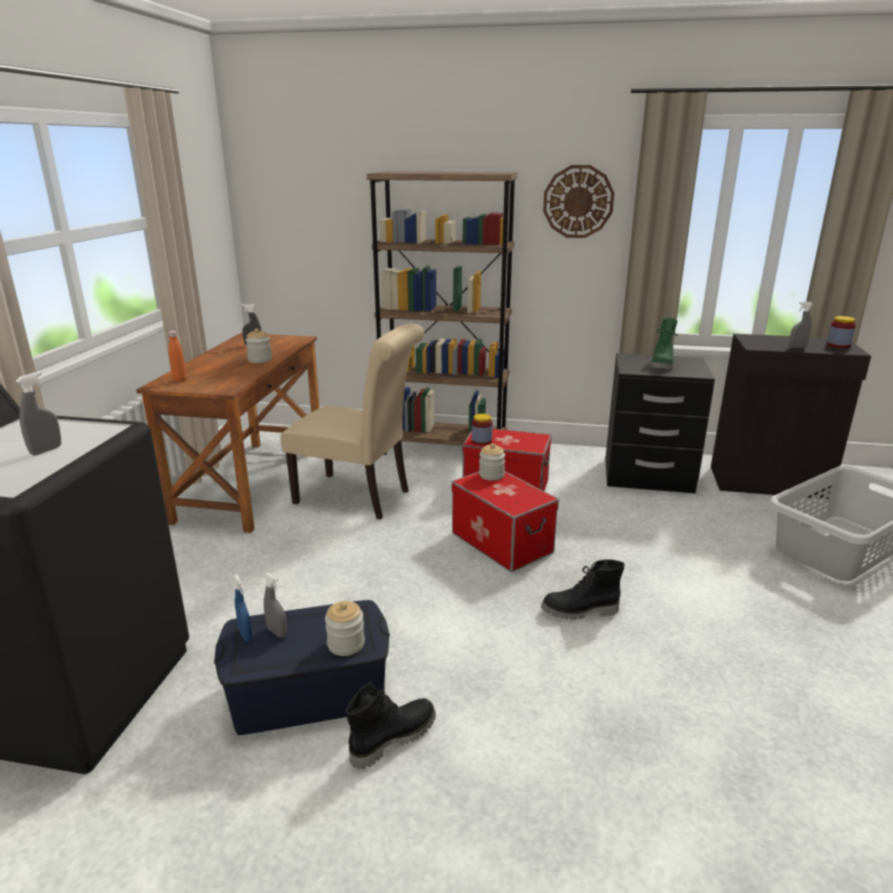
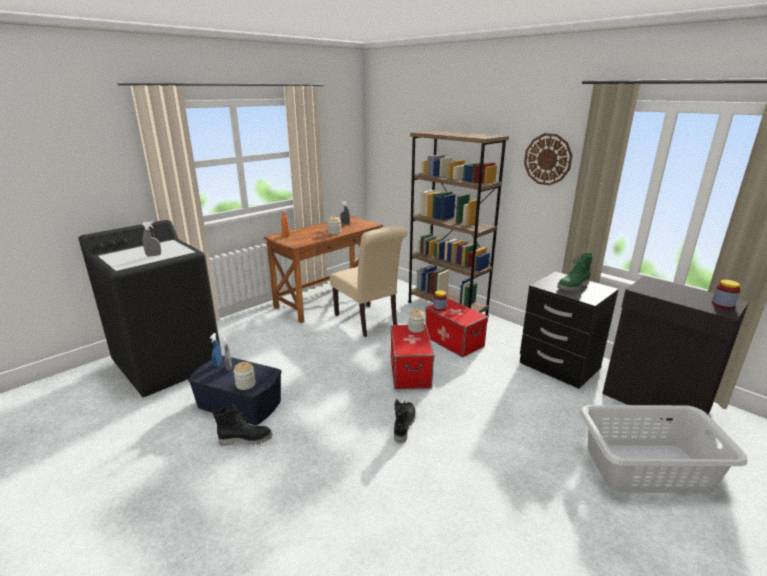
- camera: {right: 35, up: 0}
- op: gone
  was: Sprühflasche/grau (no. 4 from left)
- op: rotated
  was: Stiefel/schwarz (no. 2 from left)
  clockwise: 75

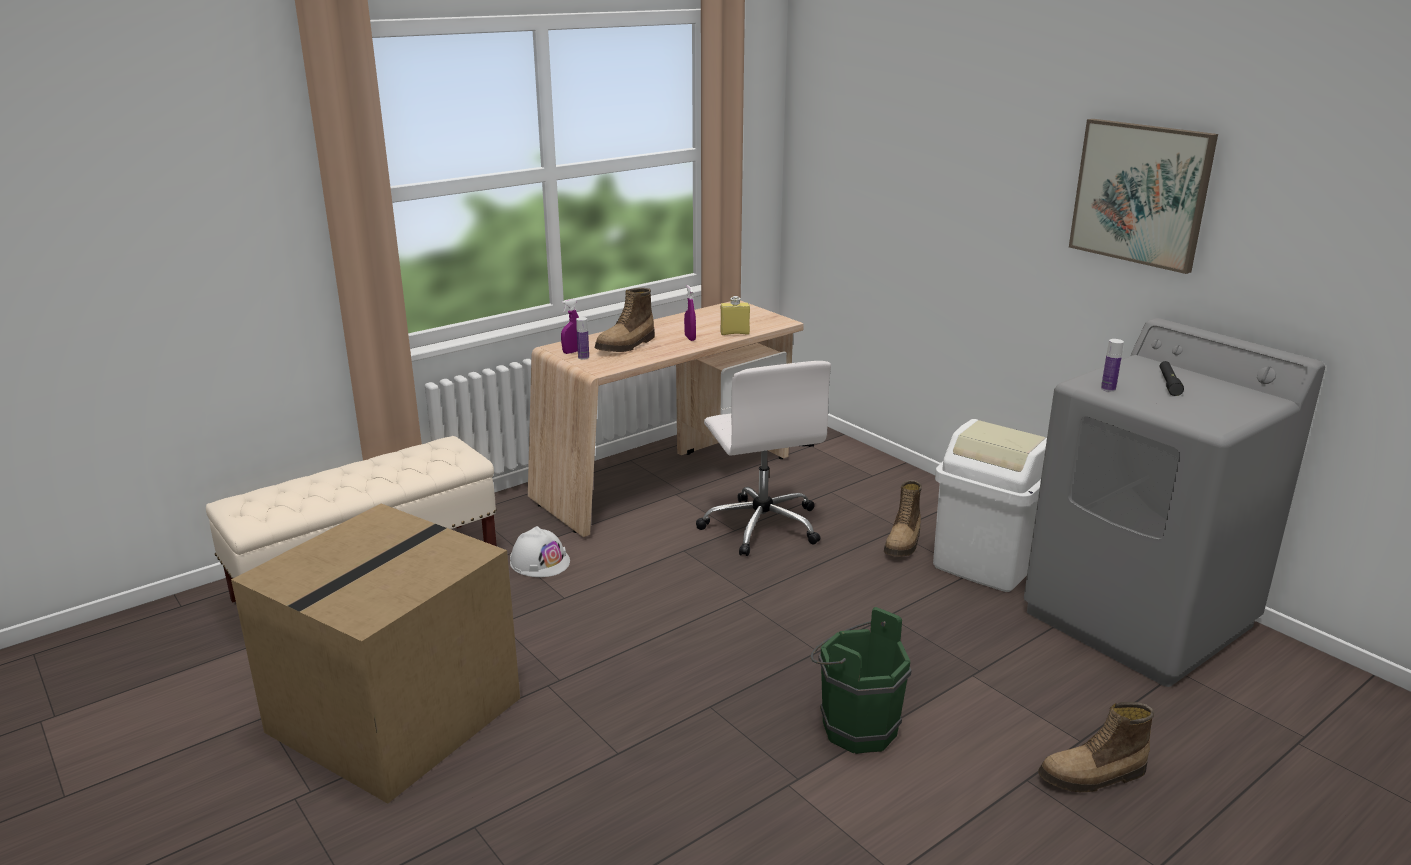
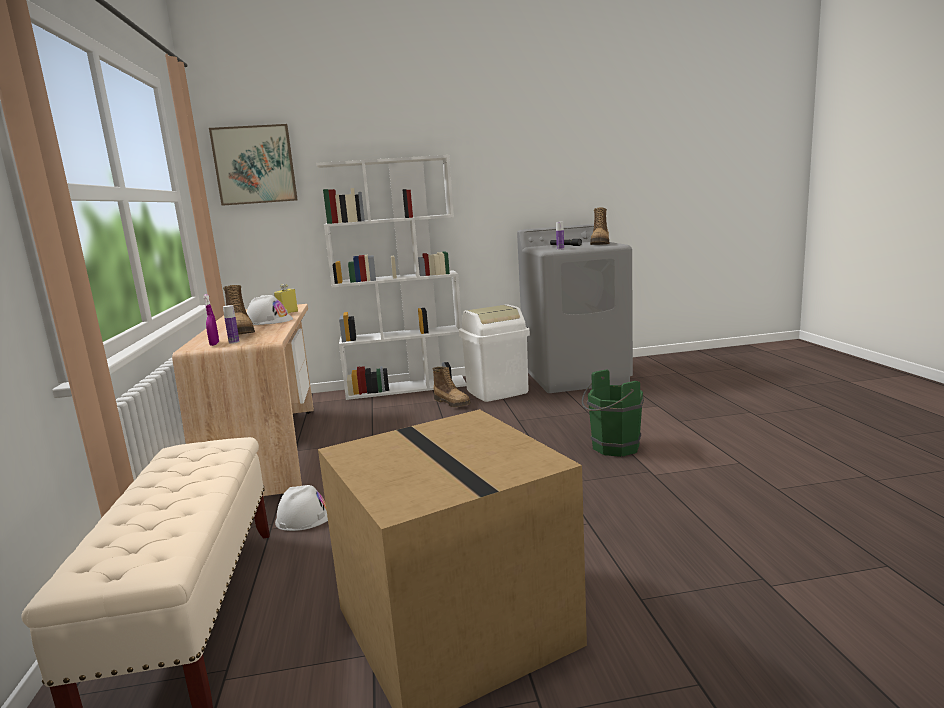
- camera: {right: -60, up: -10}
- op: gone
  was: Bürostuhl/weiß
- op: new
  now: Bücherregal/weiß
- op: shifted
  was: Stiefel (no. 3 from left)
- op: shifted
  was: Bild
- op: swapped
  was: Sprühflasche/lila (no. 2 from left)
  now: Schutzhelm/weiß (no. 1 from left)

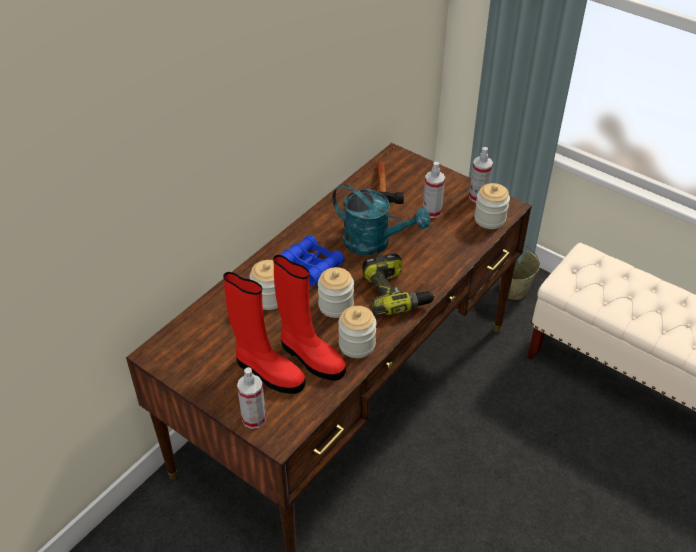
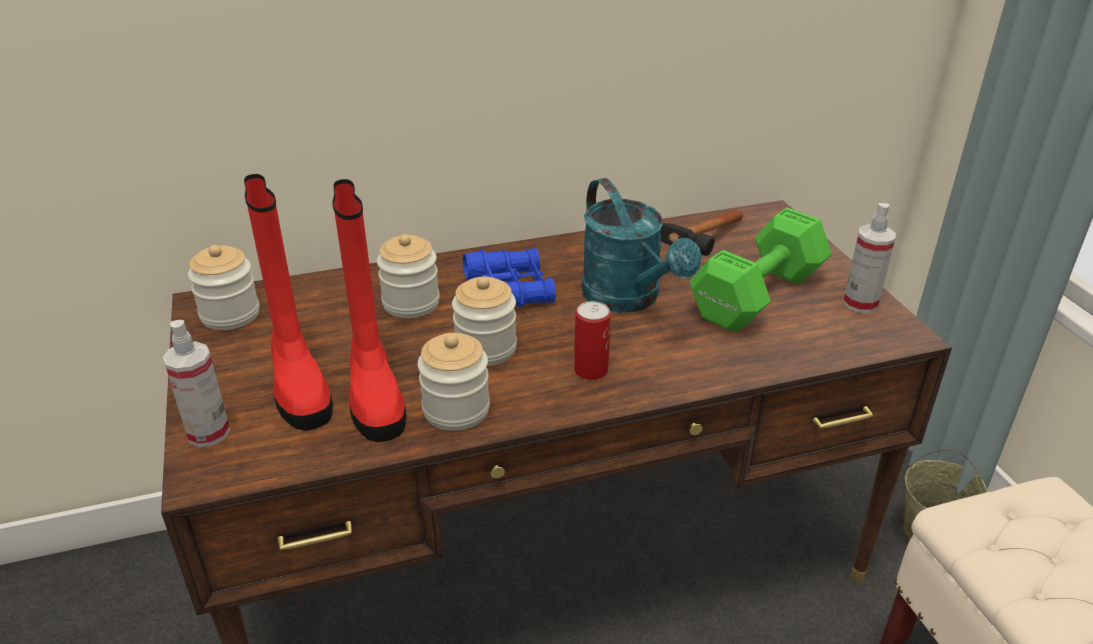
- camera: {right: 35, up: -10}
- op: shifted
  was: Vorratsglas (no. 4 from left in the first image)
  now: Vorratsglas (no. 1 from left)
- op: swapped
  was: Bohrmaschine
  now: Dose
- op: swapped
  was: Sprühflasche (no. 2 from left)
  now: Hantel/grün

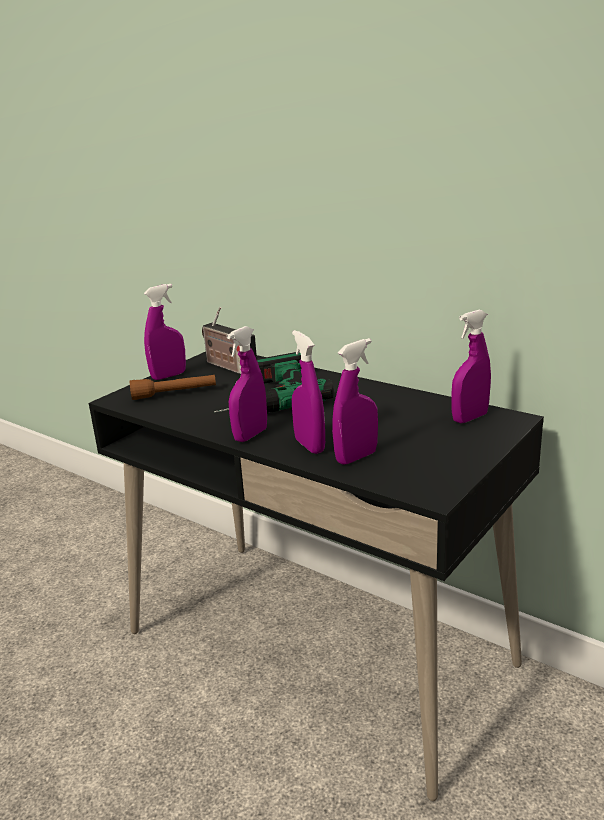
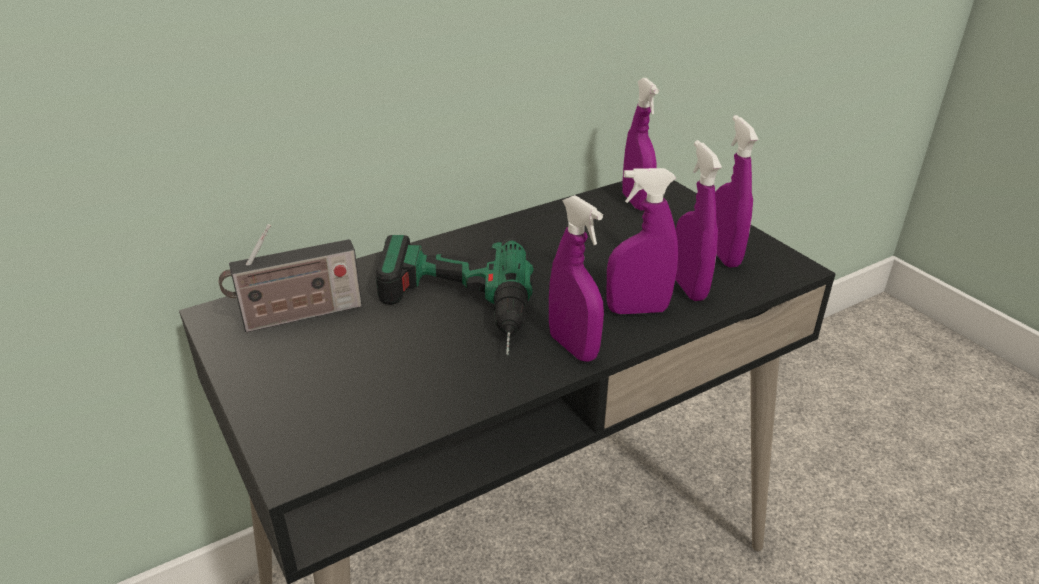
- camera: {right: -70, up: 10}
- op: gone
  was: Taschenlampe/braun
- op: shifted
  was: Sprühflasche/lila (no. 1 from left in the first image)
  now: Sprühflasche/lila (no. 5 from left)

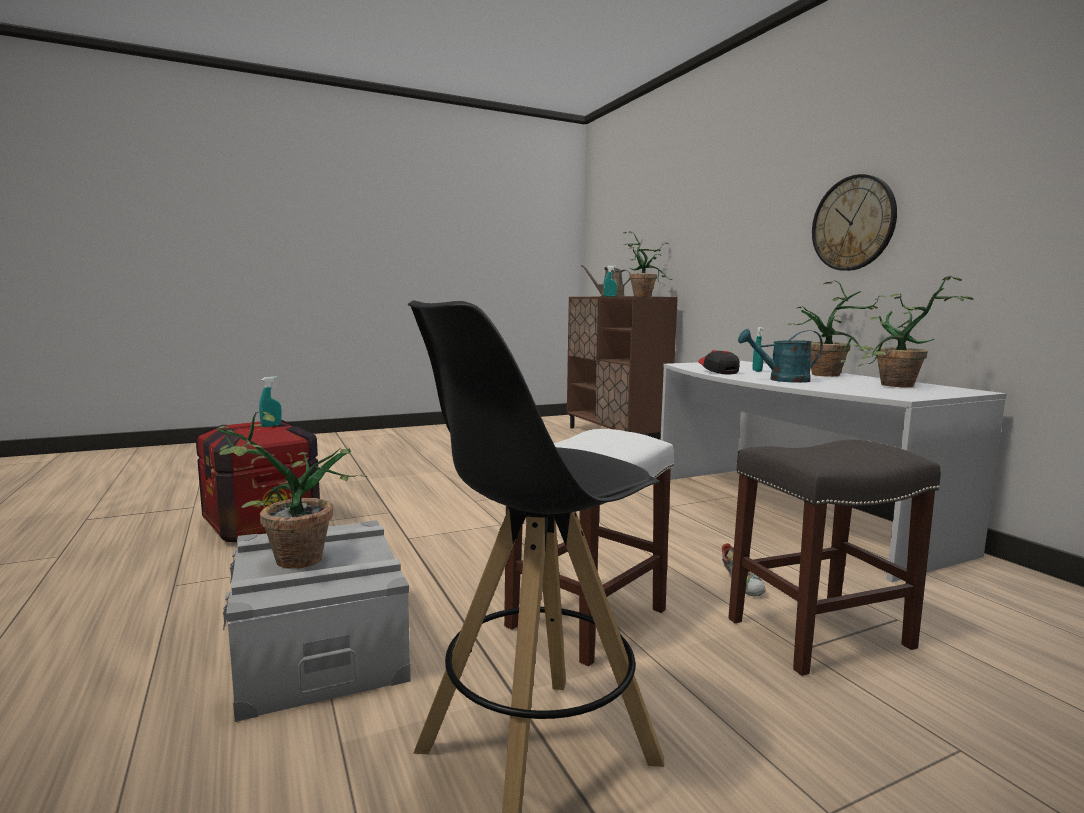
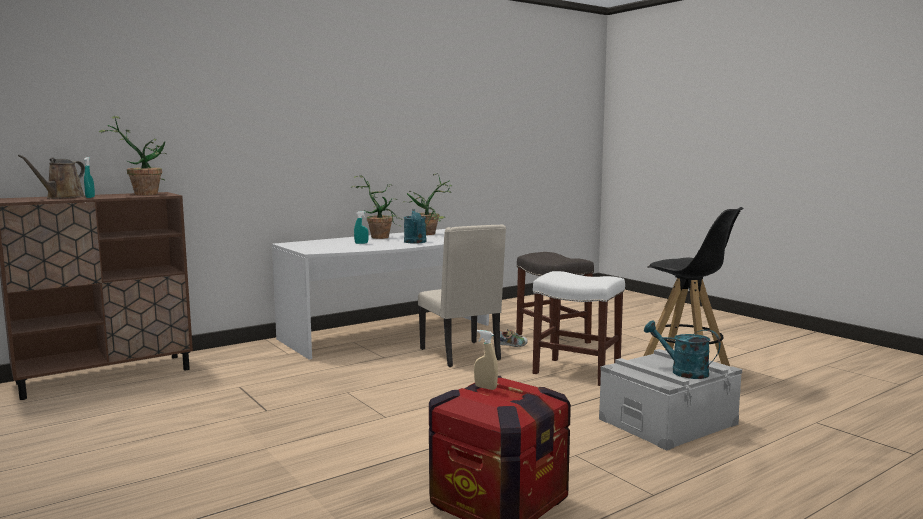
- camera: {right: -100, up: 0}
- op: gone
  was: Kappe
- op: gone
  was: Wanduhr
- op: new
  now: Stuhl/beige
- op: swapped
  was: Topfpflanze (no. 1 from left)
  now: Gießkanne/türkis (no. 2 from left)
- op: repainted
  was: Sprühflasche/türkis (no. 1 from left)
  now: Sprühflasche/beige

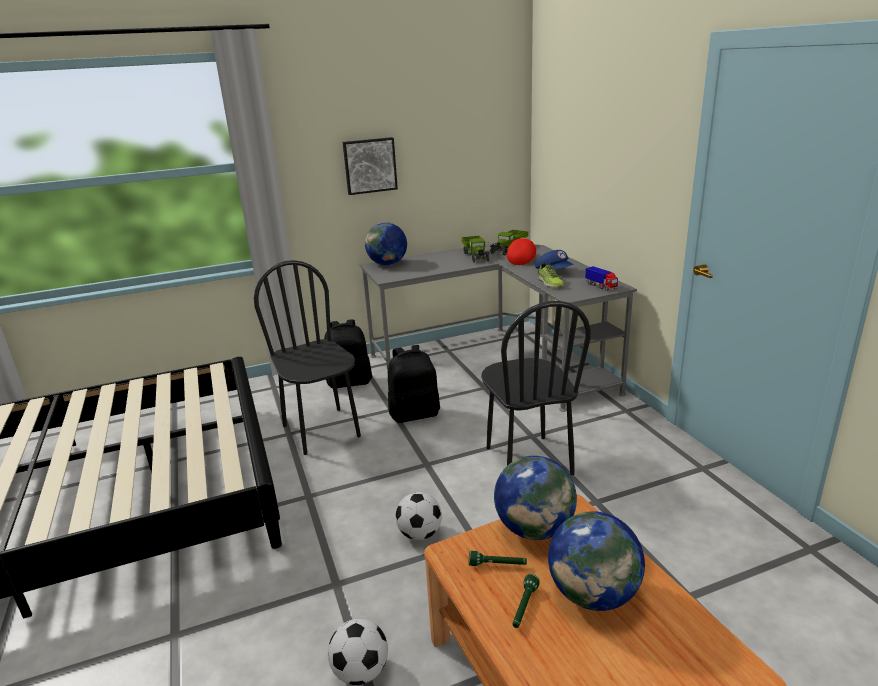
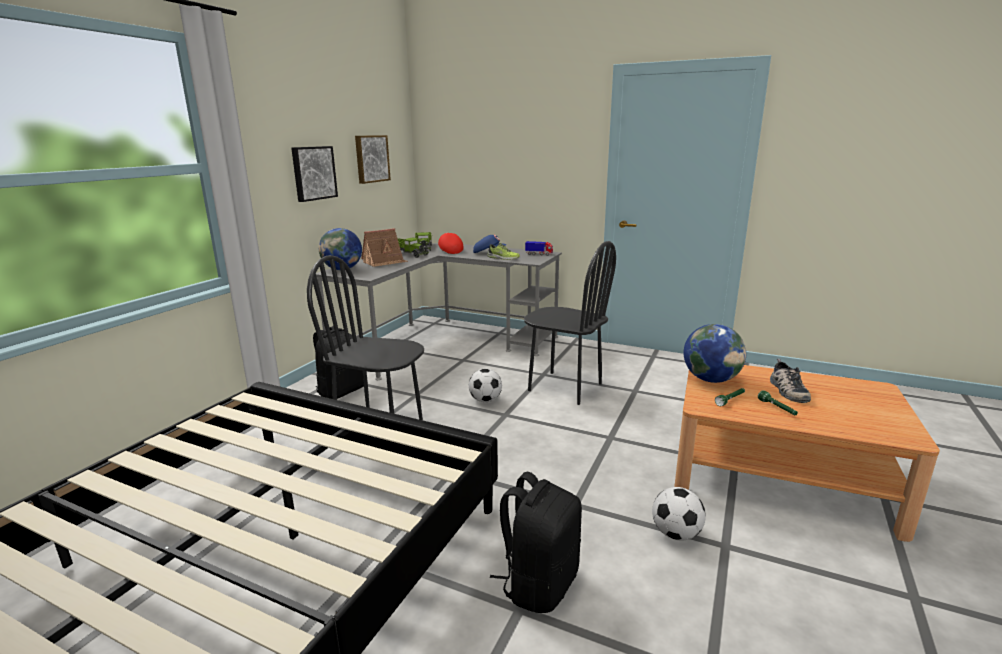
- camera: {right: -45, up: -5}
- op: new
  now: Bild (no. 2 from left)
- op: new
  now: Spielzeughaus
- op: shifted
  was: Rucksack/schwarz (no. 2 from left)
- op: shifted
  was: Fußball (no. 2 from left in the first image)
  now: Fußball (no. 1 from left)
- op: swapped
  was: Globus (no. 3 from left)
  now: Schuh (no. 2 from left)

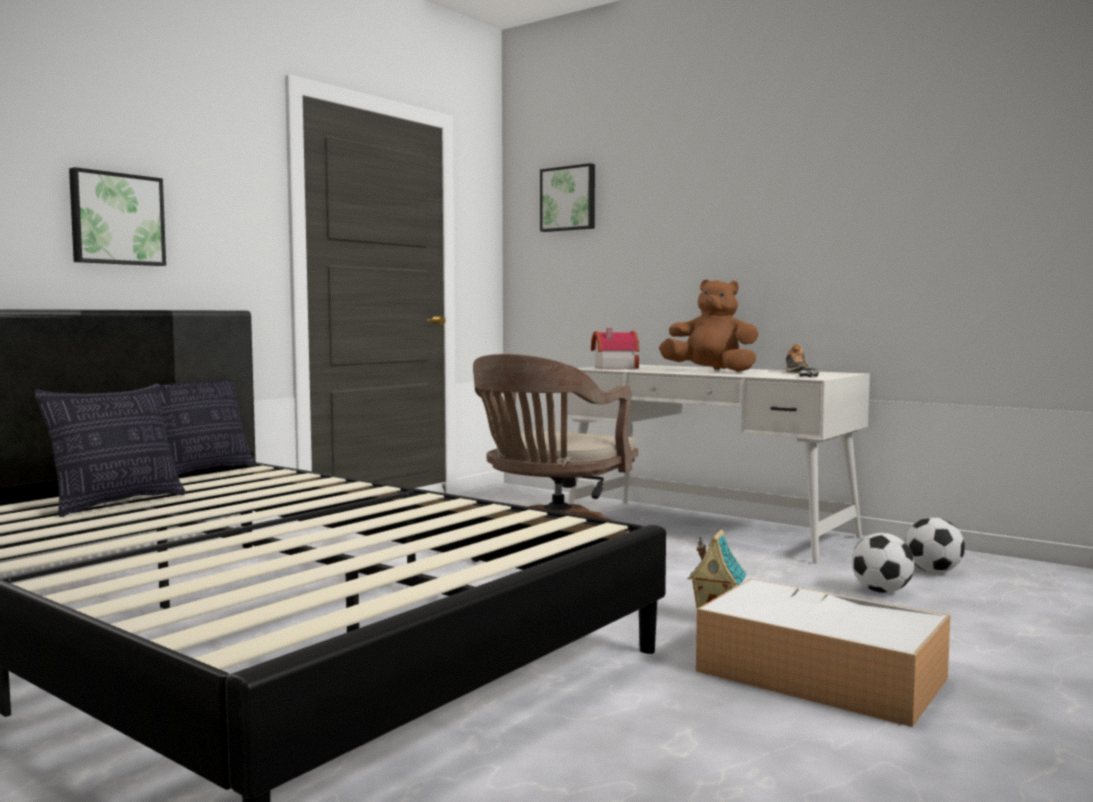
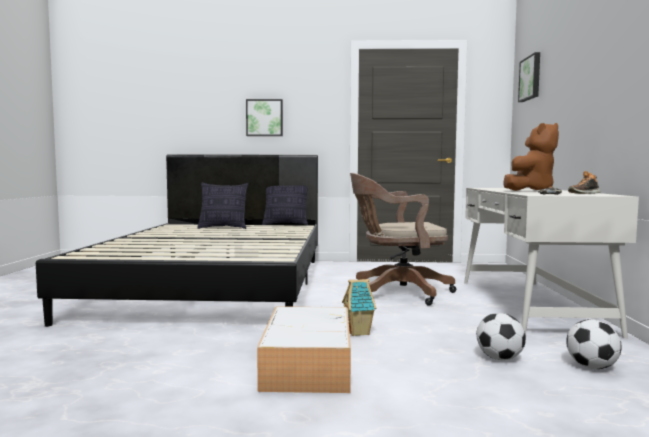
- camera: {right: 55, up: 0}
- op: gone
  was: Spielzeughaus (no. 1 from left)
- op: rotated
  was: Plüschtier/braun
  clockwise: 60

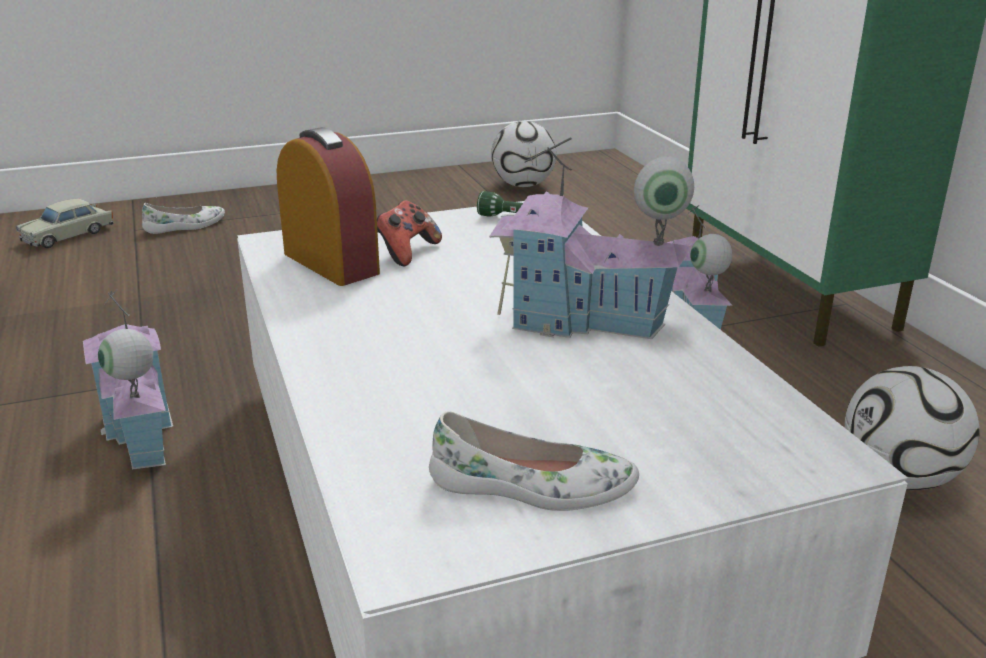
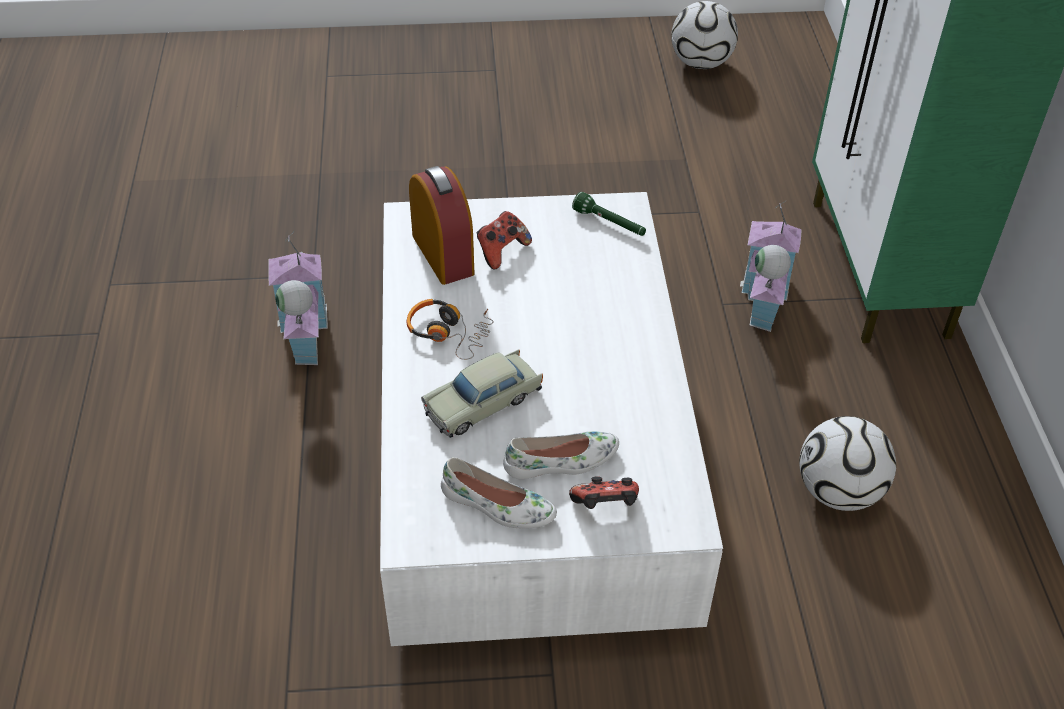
- camera: {right: 15, up: 20}
- op: gone
  was: Spielzeughaus (no. 2 from left)
- op: new
  now: Kopfhörer
- op: new
  now: Gamepad (no. 2 from left)
- op: shifted
  was: Spielzeugauto/beige
- op: shifted
  was: Schuh/weiß (no. 1 from left in the first image)
  now: Schuh/weiß (no. 2 from left)

